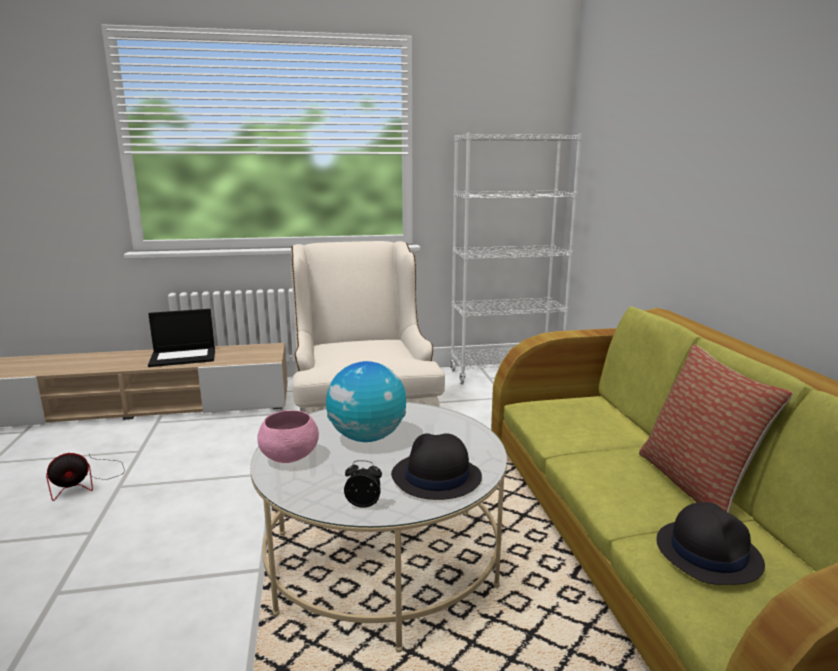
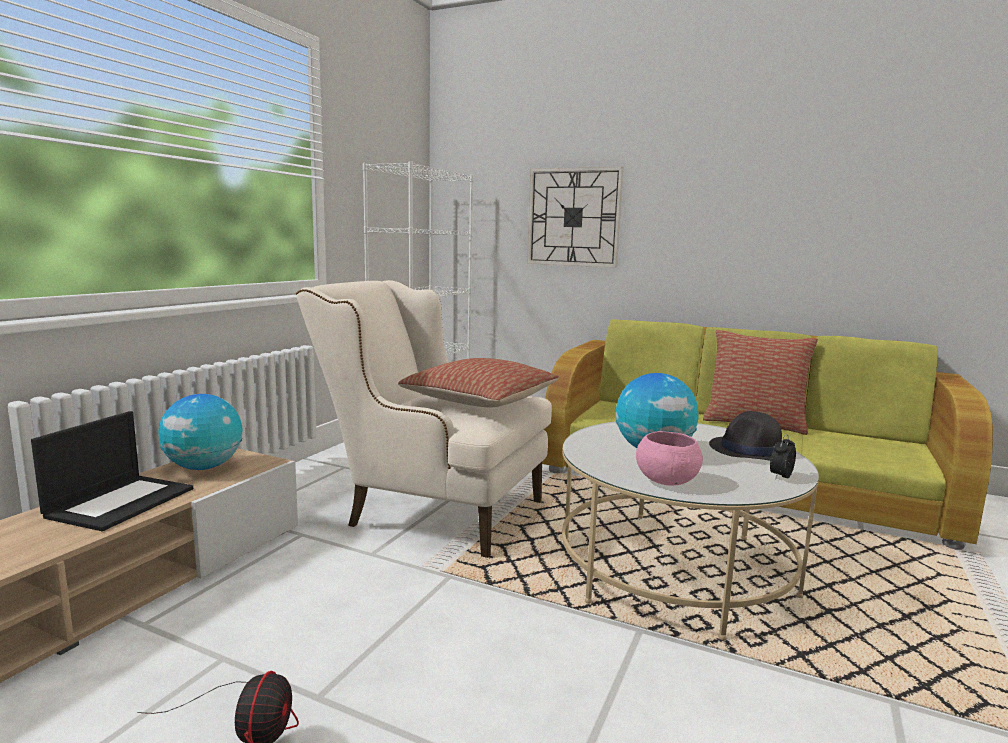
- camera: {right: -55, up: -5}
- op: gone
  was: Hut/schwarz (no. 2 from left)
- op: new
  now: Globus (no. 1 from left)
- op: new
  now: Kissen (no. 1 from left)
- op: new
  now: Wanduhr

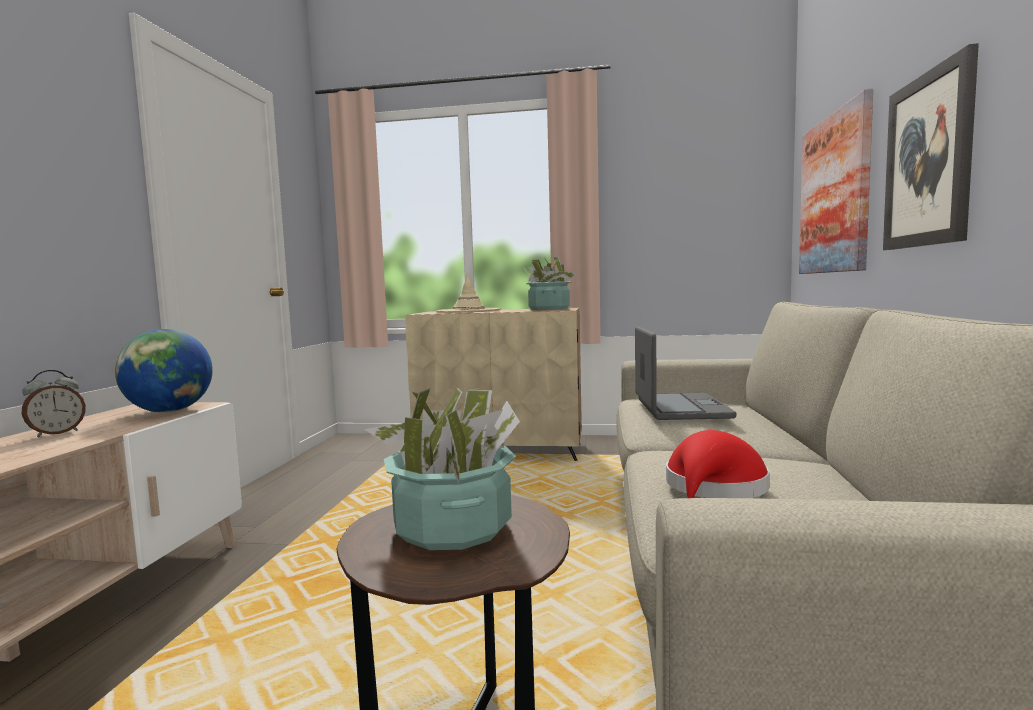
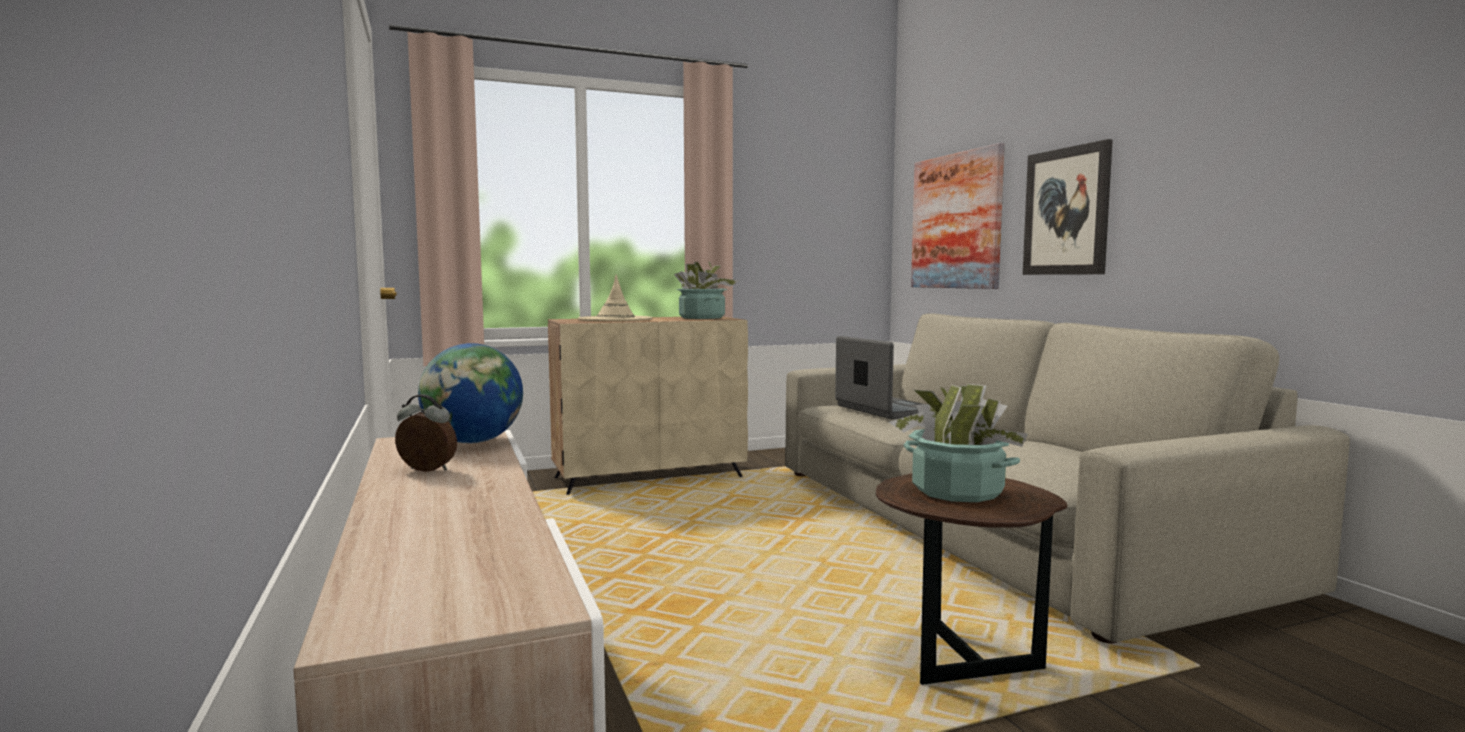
- camera: {right: -30, up: 0}
- op: gone
  was: Hut/rot
- op: rotated
  was: Wecker
  clockwise: -90

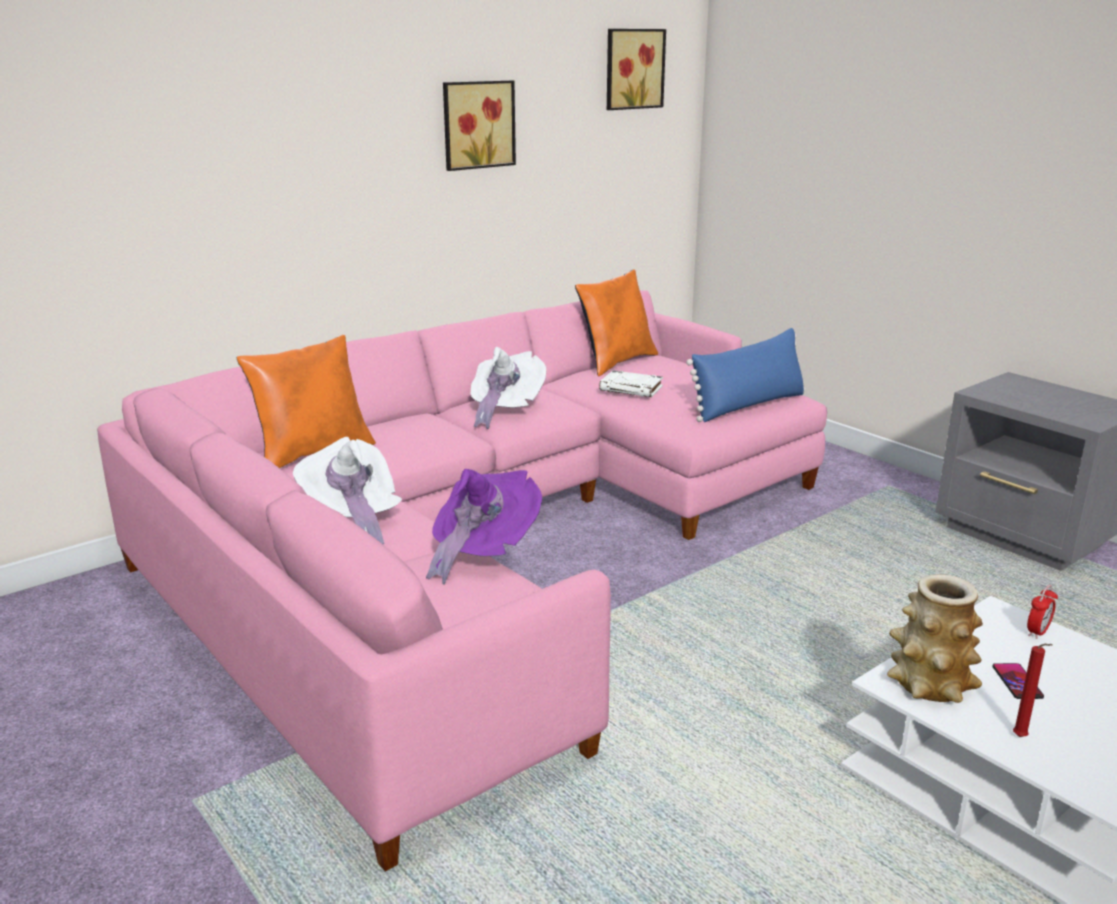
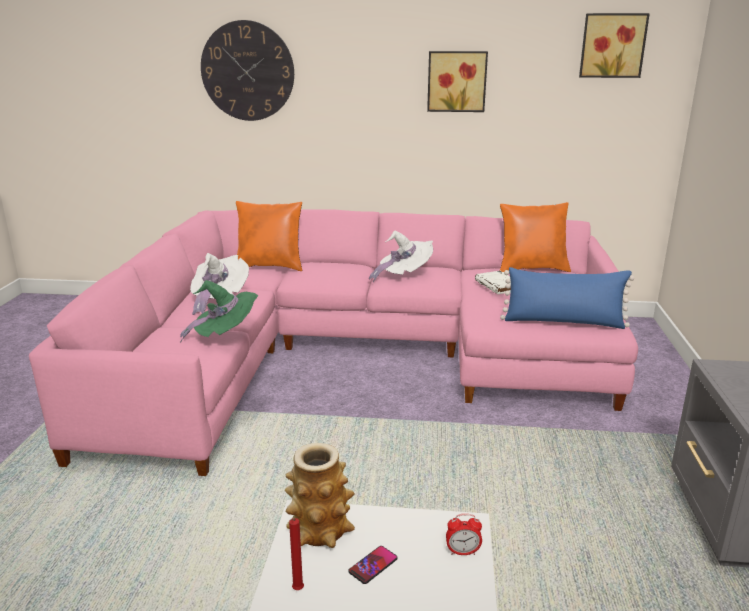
- camera: {right: 45, up: 0}
- op: new
  now: Wanduhr
- op: repainted
  was: Hut/lila
  now: Hut/grün

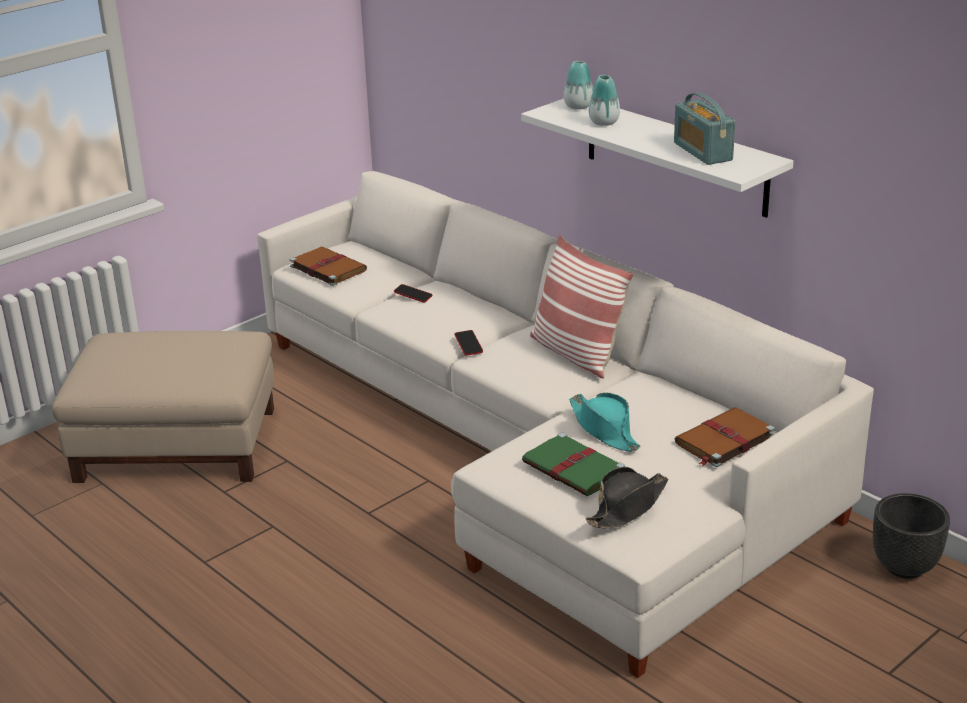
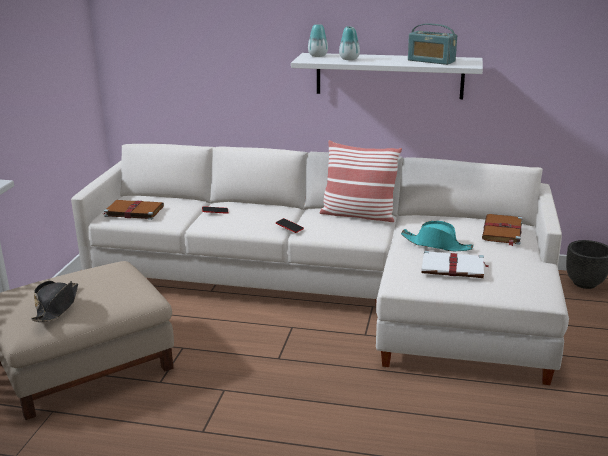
- camera: {right: -35, up: -5}
- op: shifted
  was: Hut/schwarz
- op: repainted
  was: Buch/grün
  now: Buch/weiß

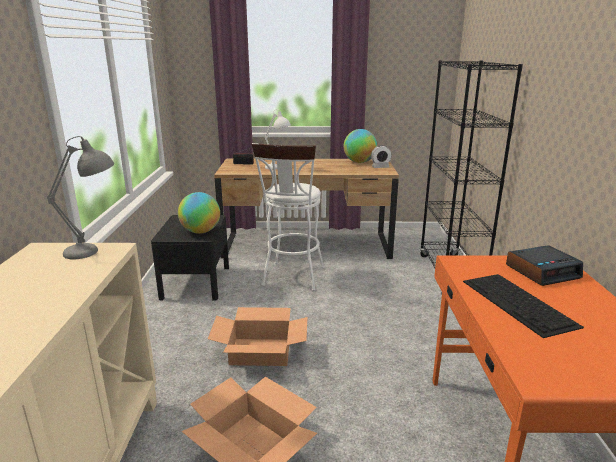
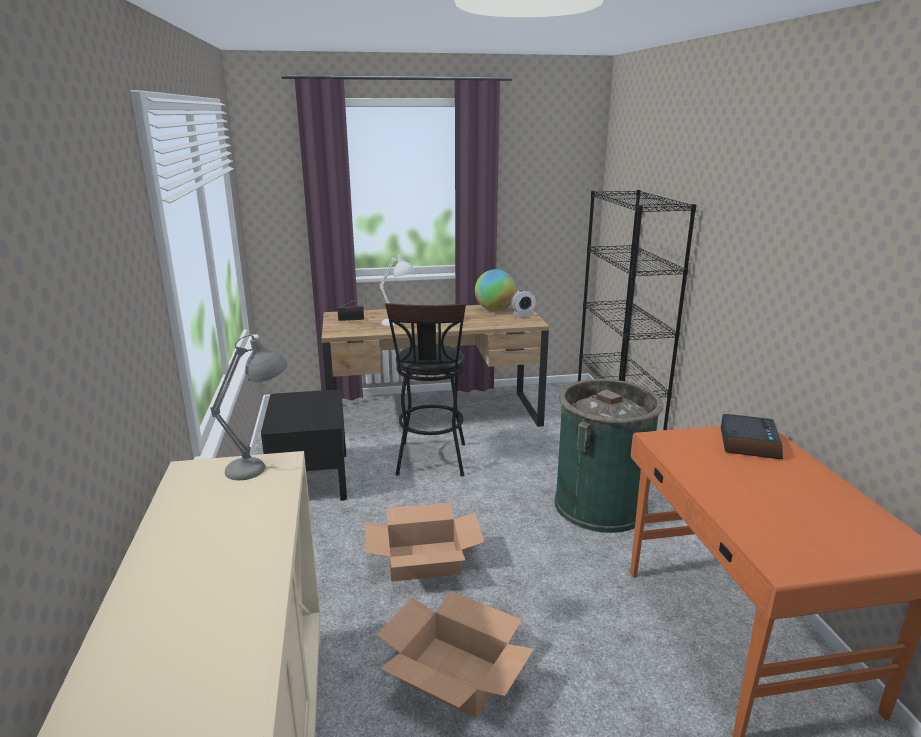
- camera: {right: -10, up: 0}
- op: gone
  was: Globus (no. 1 from left)
- op: gone
  was: Tastatur
- op: new
  now: Mülleimer/grün
- op: repainted
  was: Hocker/weiß
  now: Hocker/schwarz
- op: rotated
  was: Wecker (no. 2 from left)
  clockwise: -45

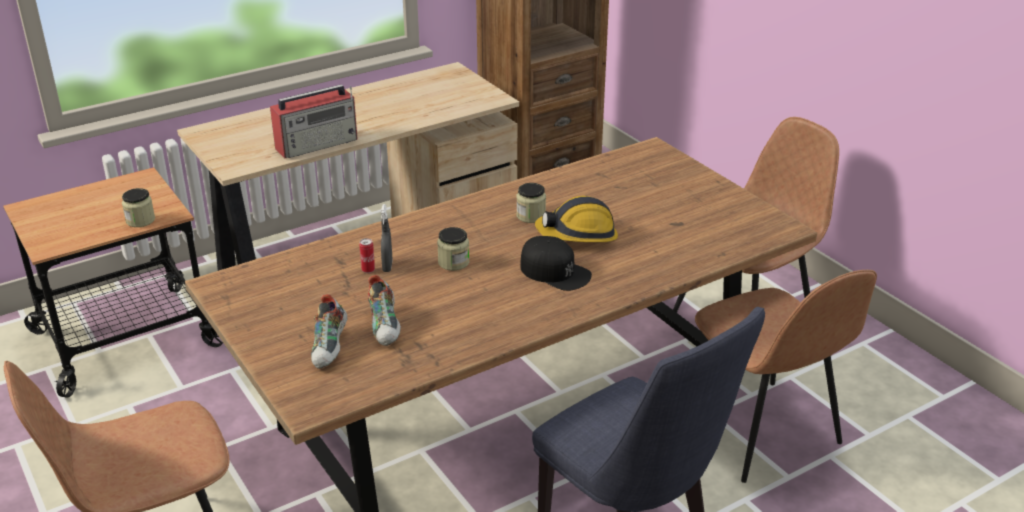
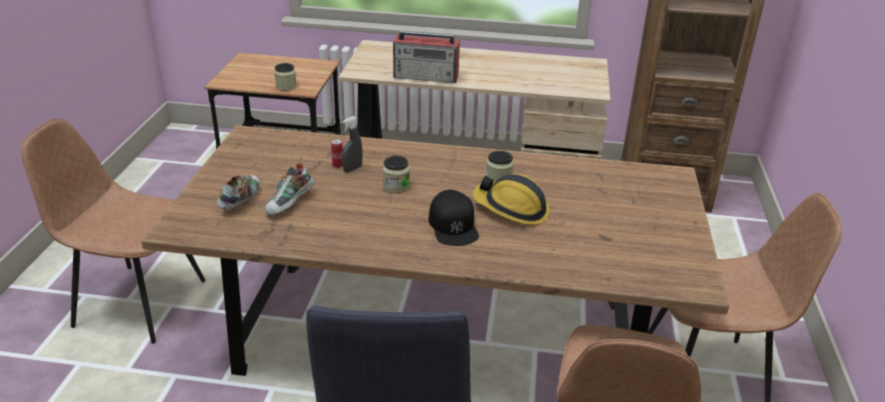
- camera: {right: 40, up: 0}
- op: rotated
  was: Schuh (no. 1 from left)
  clockwise: 150

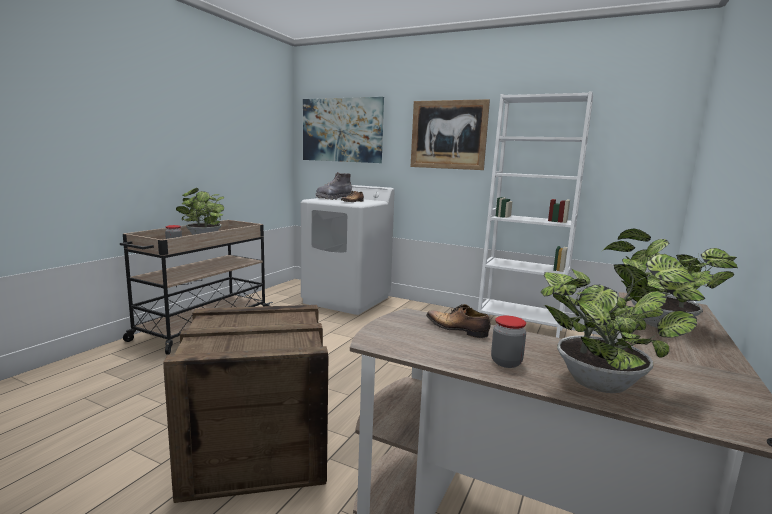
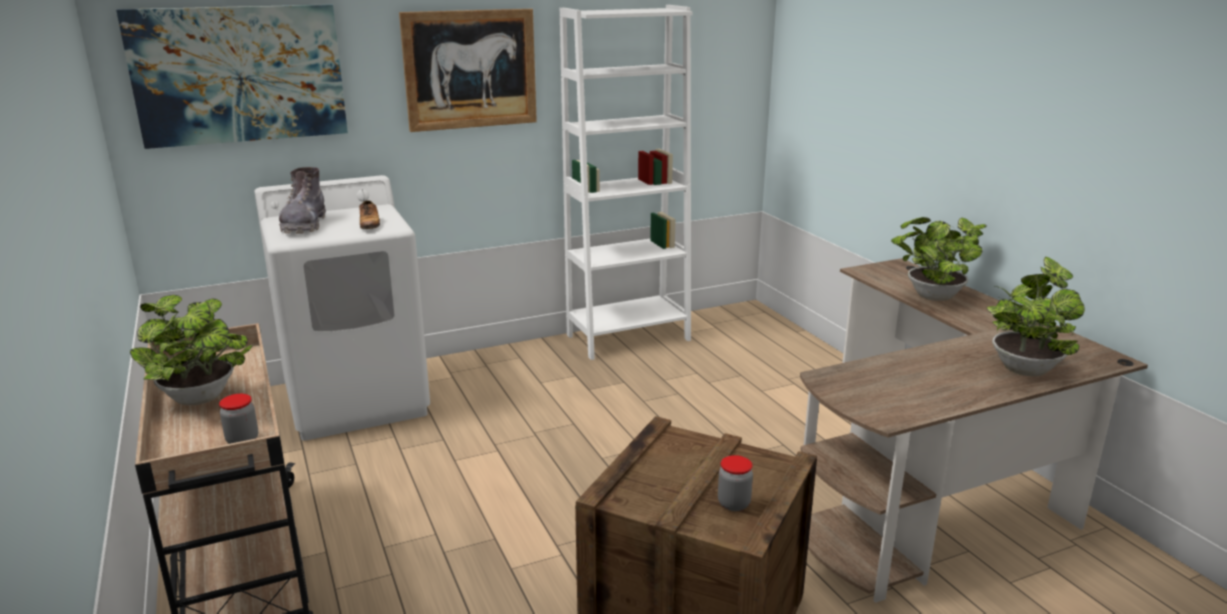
- camera: {right: -50, up: 10}
- op: gone
  was: Schuh (no. 2 from left)
- op: shifted
  was: Vorratsglas (no. 2 from left)

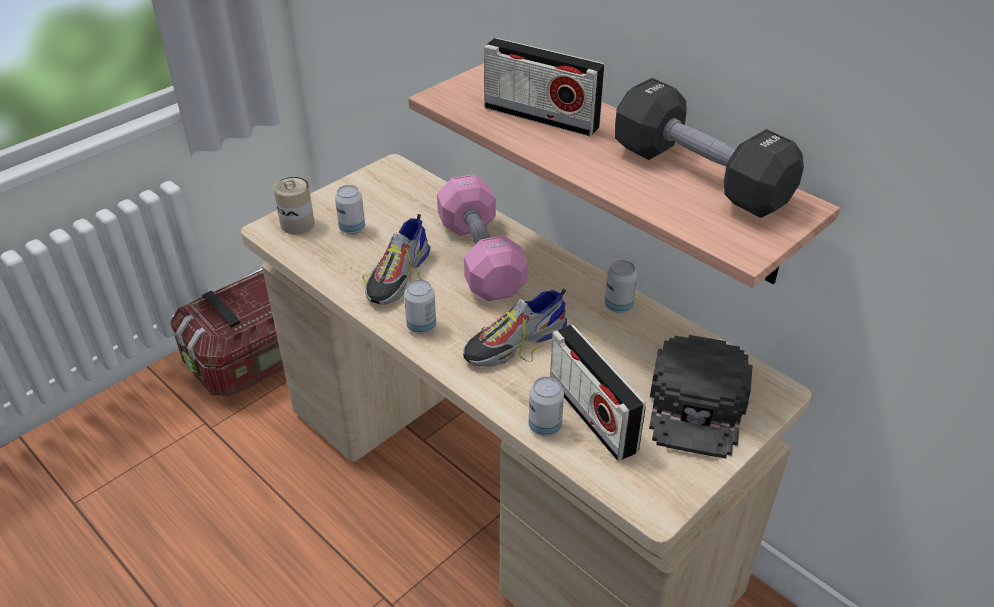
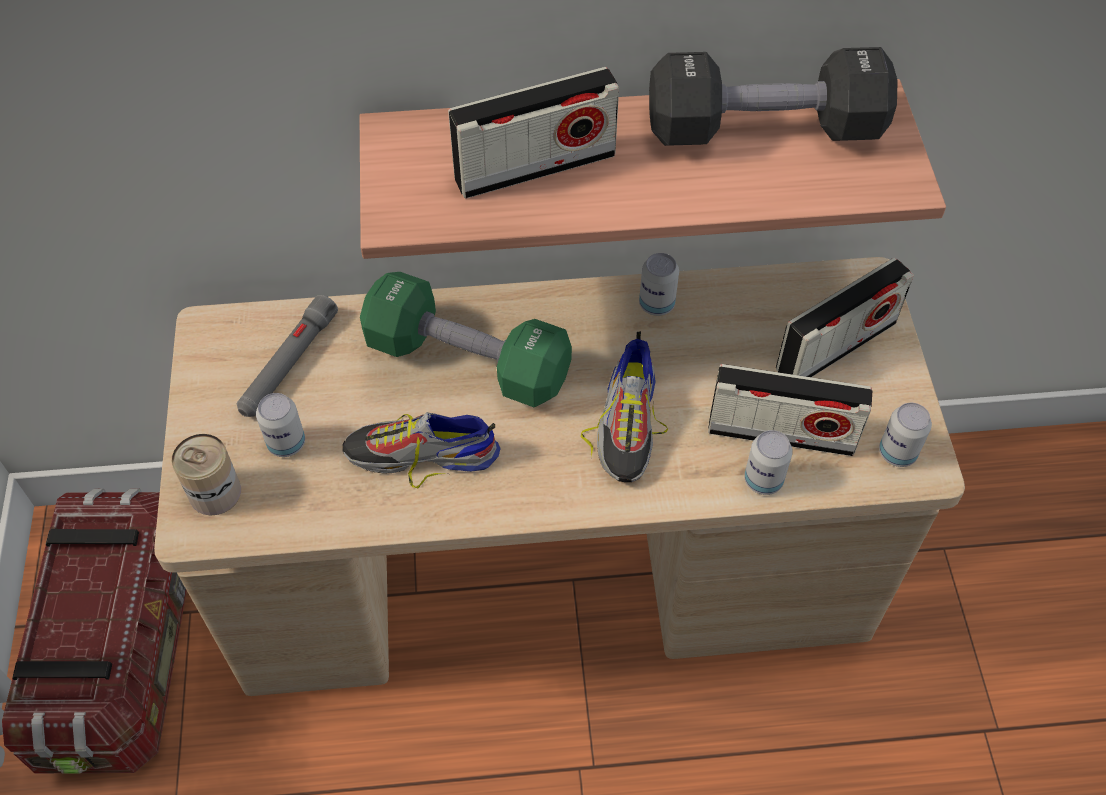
- camera: {right: -50, up: 15}
- op: new
  now: Taschenlampe/grau
- op: shifted
  was: Dose (no. 3 from left in the first image)
  now: Dose (no. 5 from left)
- op: swapped
  was: Kappe/schwarz
  now: Radio (no. 3 from left)
- op: repainted
  was: Hantel/rosa
  now: Hantel/grün
- op: rotated
  was: Schuh (no. 1 from left)
  clockwise: 120

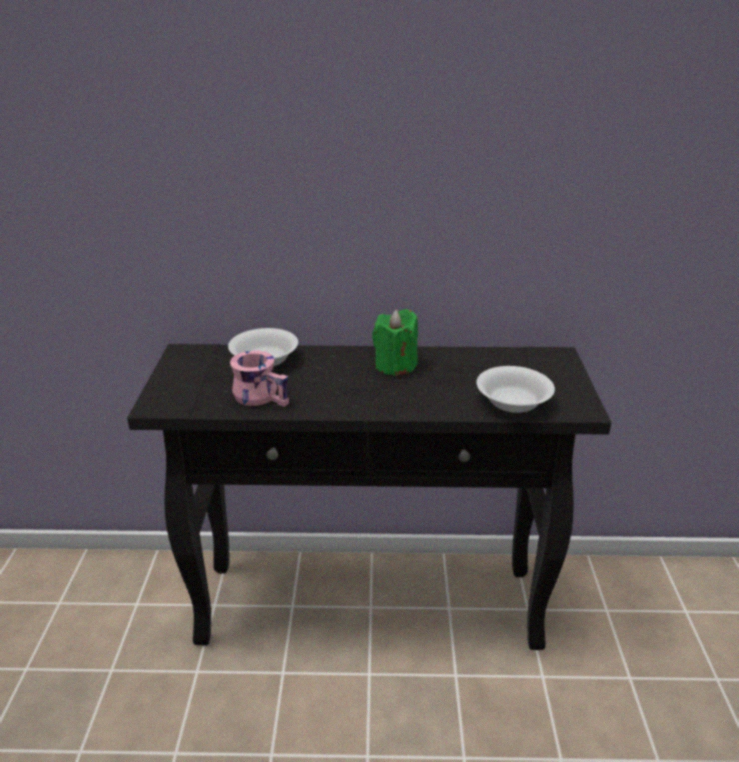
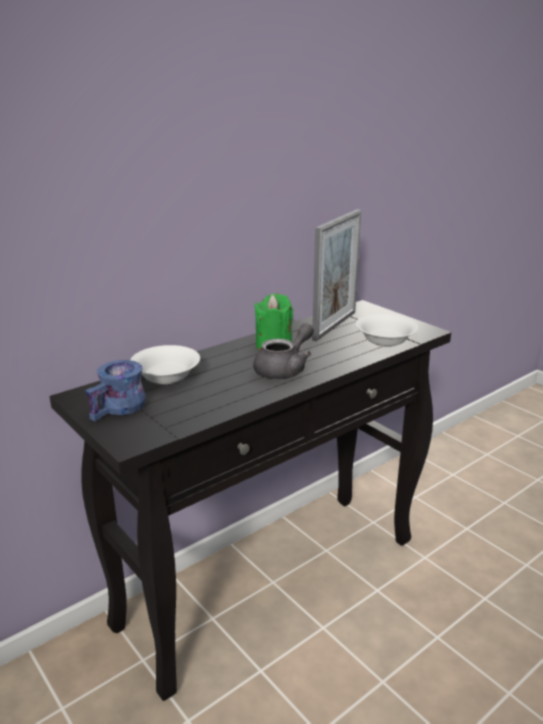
- camera: {right: -40, up: -5}
- op: gone
  was: Henkelbecher/rosa
- op: new
  now: Henkelbecher/blau
- op: new
  now: Teekanne/grau
- op: new
  now: Bilderrahmen

